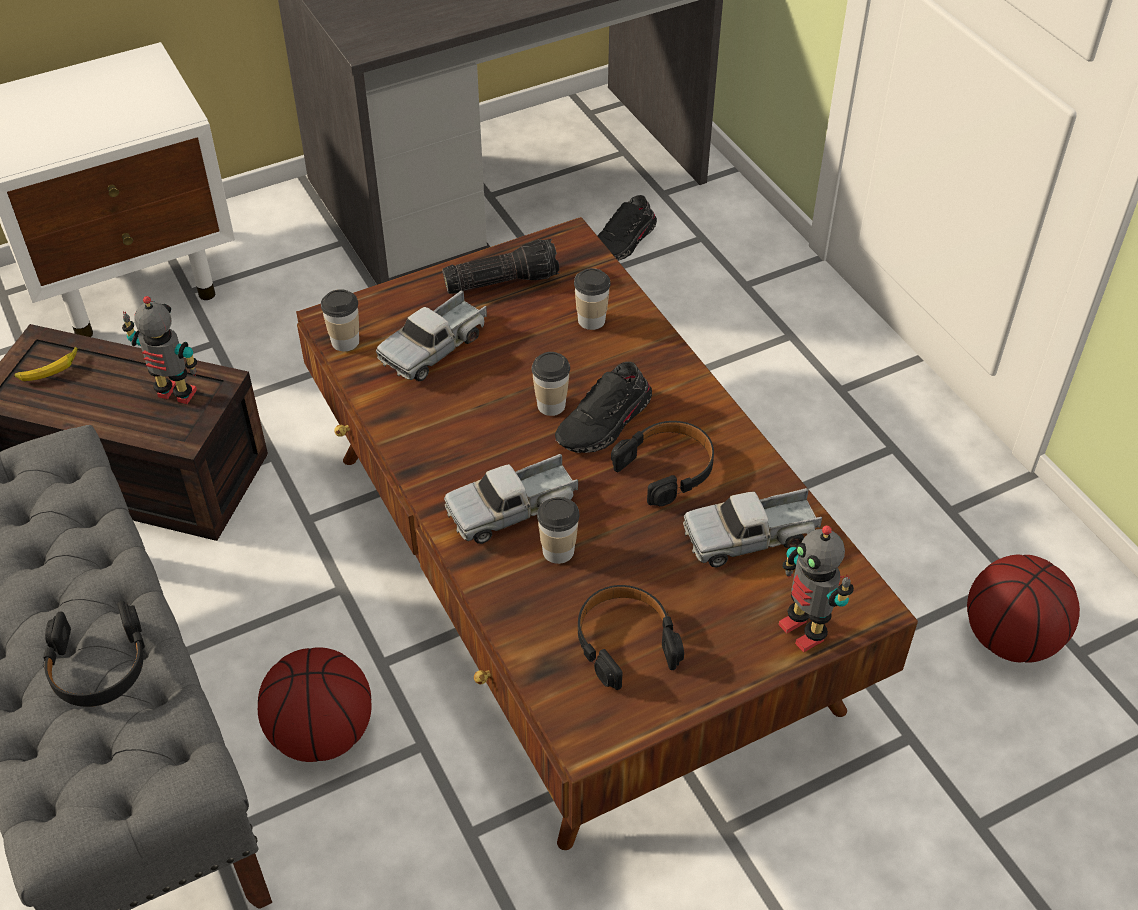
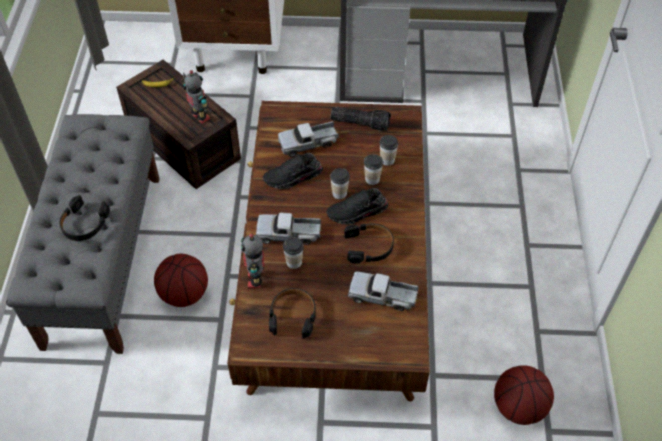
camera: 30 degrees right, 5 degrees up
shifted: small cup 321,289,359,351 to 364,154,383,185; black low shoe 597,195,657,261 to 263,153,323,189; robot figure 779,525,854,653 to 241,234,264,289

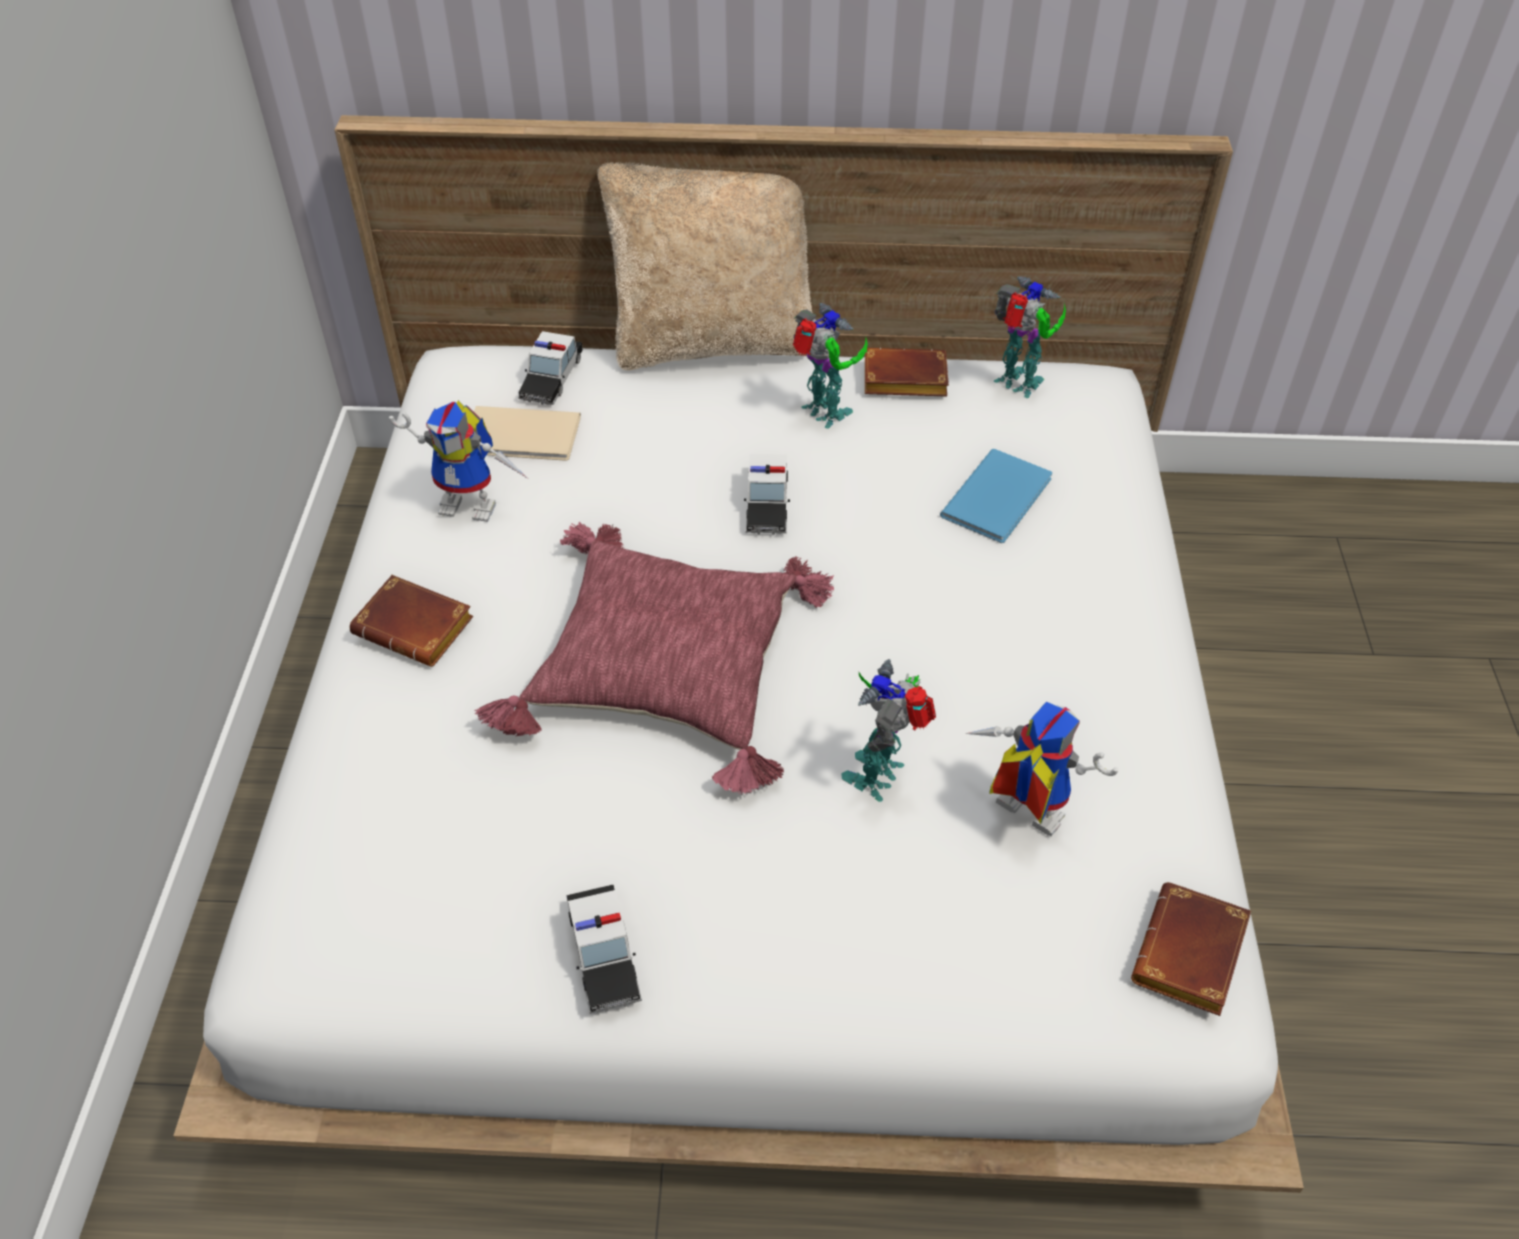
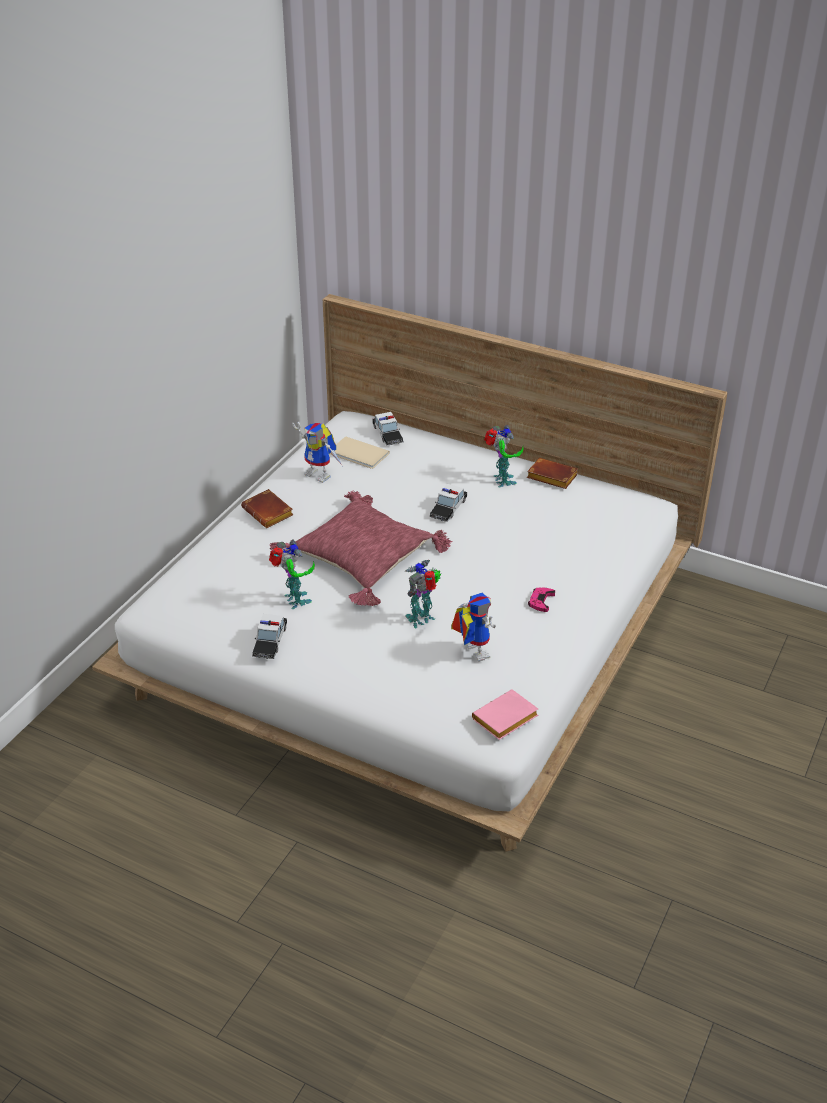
camera: 25 degrees right, 10 degrees down
gone: beige pillow 597,162,812,371; blue-coloured bound book 940,449,1052,543
new: pink-coloured joypad 528,588,555,612
shifted: robot figure 994,276,1066,398 to 269,539,315,609
repainted: brown-coloured bound book 1131,882,1251,1016 to pink-coloured bound book 472,689,538,740
rotated: toy car 518,331,583,405 = 372,412,404,446 60 degrees counterclockwise

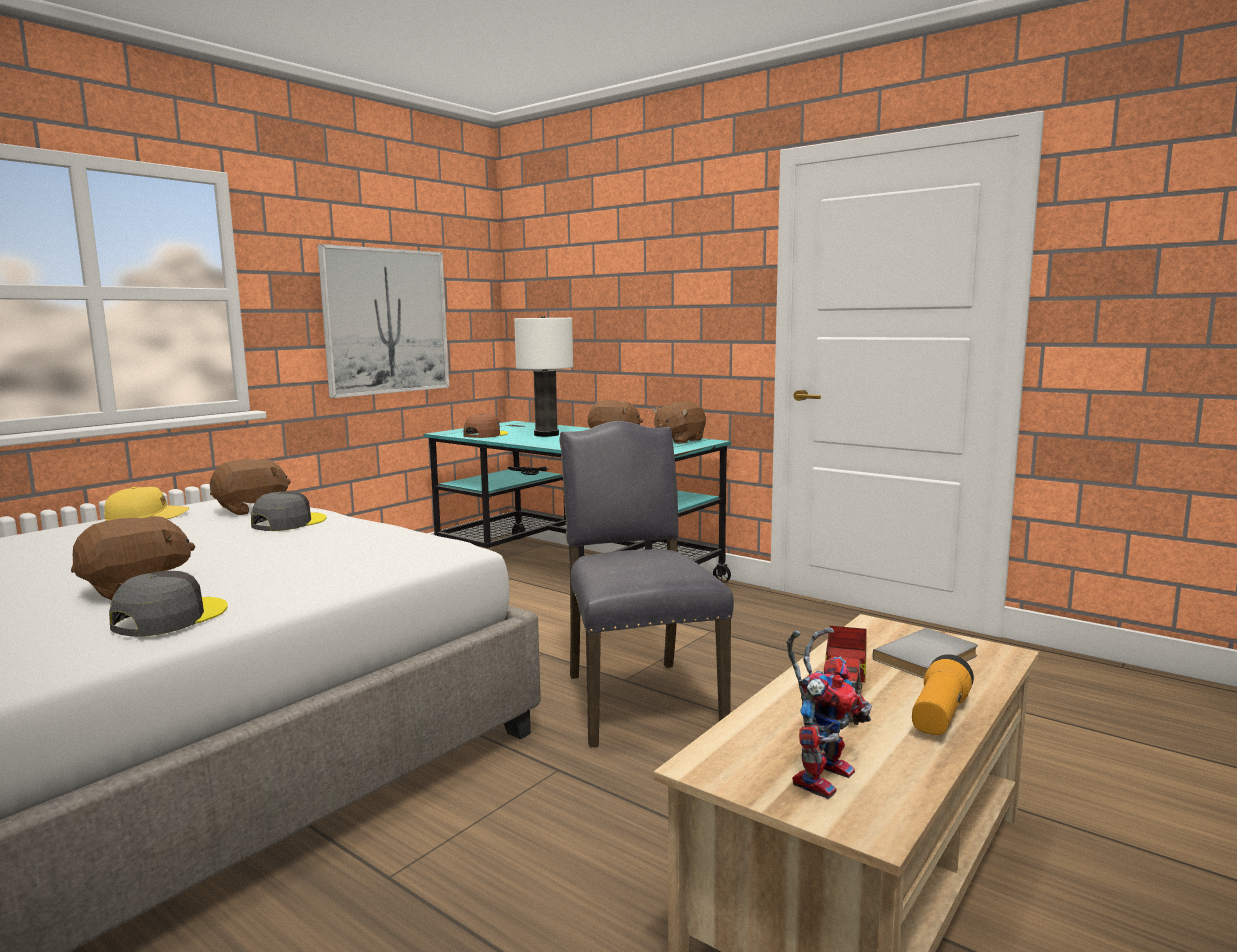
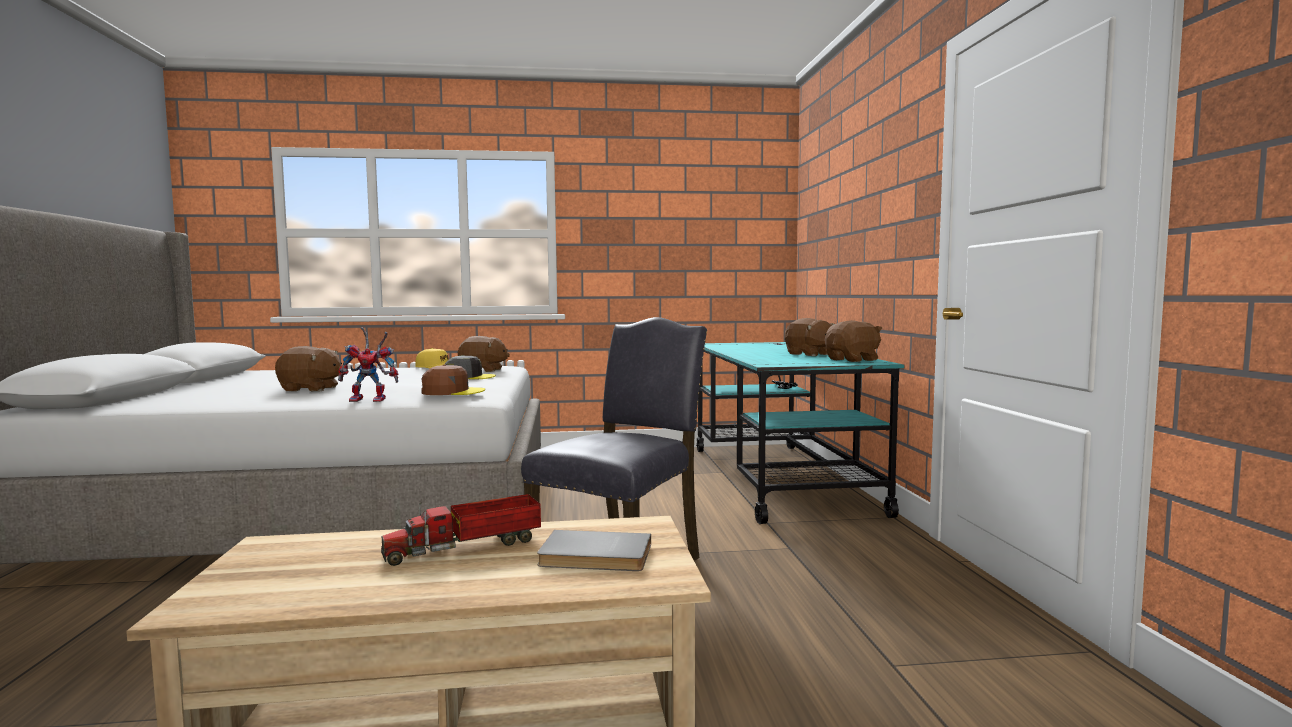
camera: 45 degrees right, 5 degrees down
gone: greyish peaked cap 109,571,228,637; picture 317,244,449,398; whitish lamp for a table 514,316,573,437; flashlight 912,654,974,735
shifted: brown-coloured peaked cap 464,414,508,438 to 421,365,485,395; robot figure 787,628,872,799 to 338,327,398,402
rotated: brown-coloured cuddly toy 653,401,706,444 = 825,320,883,362 150 degrees clockwise

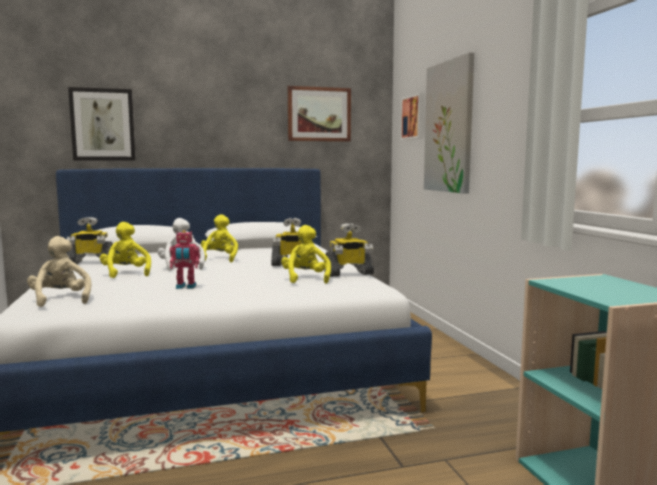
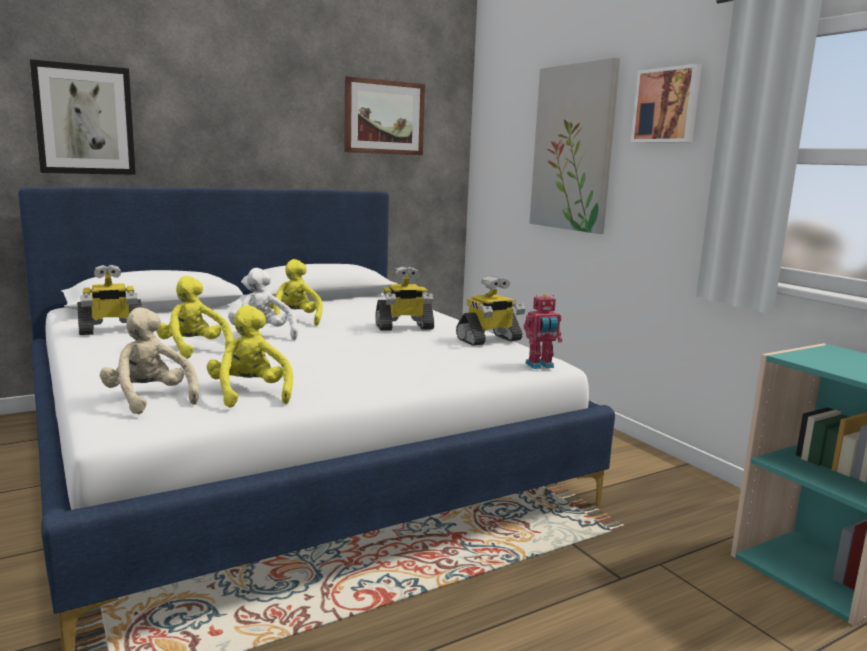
camera: 15 degrees left, 5 degrees up
shifted: robot figure 170,230,200,289 to 524,294,562,369; yellow cuddly toy 281,225,331,284 to 207,305,293,408; picture 400,93,424,140 to 631,64,702,143

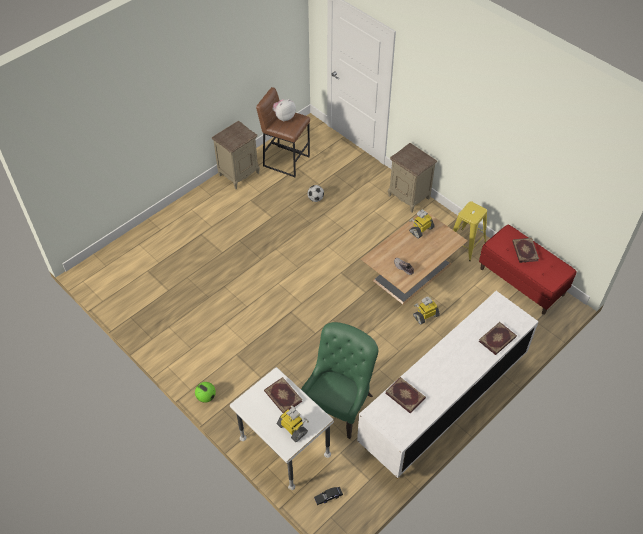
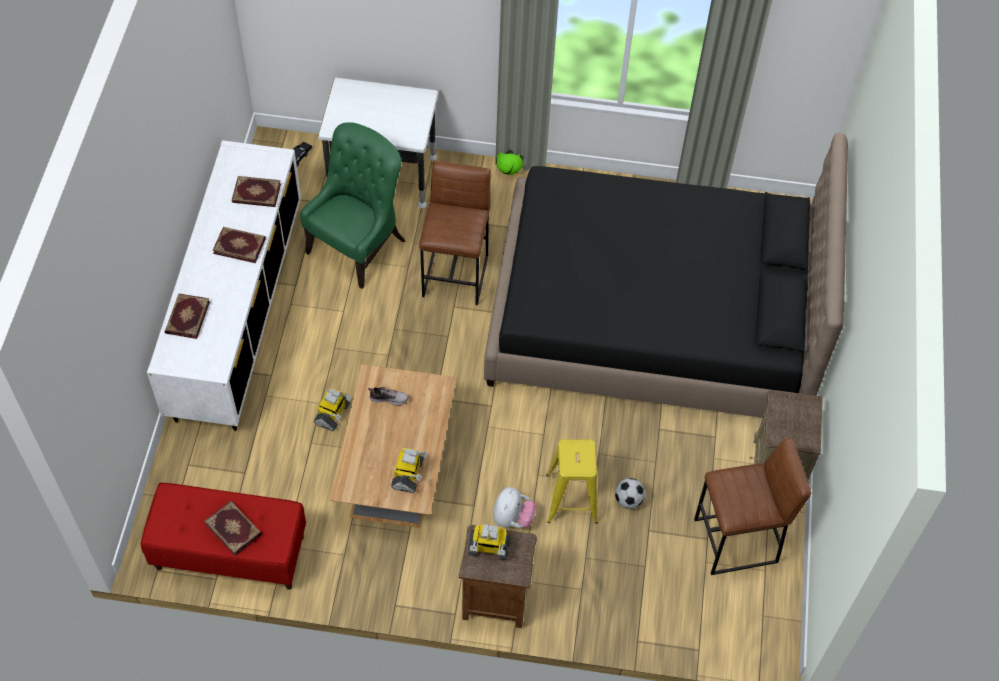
camera: 140 degrees right, 5 degrees up
new: brown-coloured sitting stool 419,161,491,305; black bed 484,133,848,418
shifted: bound book 264,377,302,413 to 212,227,266,263; cuddly toy 273,99,296,121 to 493,487,536,528; robot figure 277,406,309,442 to 468,524,511,560; yellow sitting stool 453,201,487,261 to 546,439,598,524
rotated: green-coloured upright chair 301,322,378,439 = 300,122,406,289 135 degrees counterclockwise

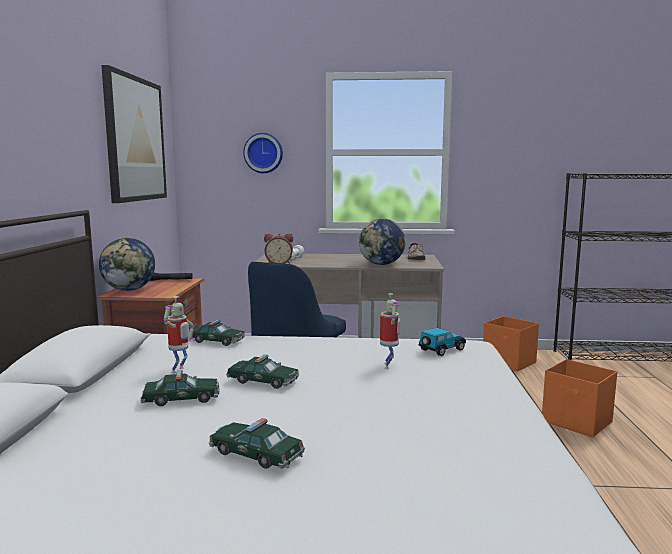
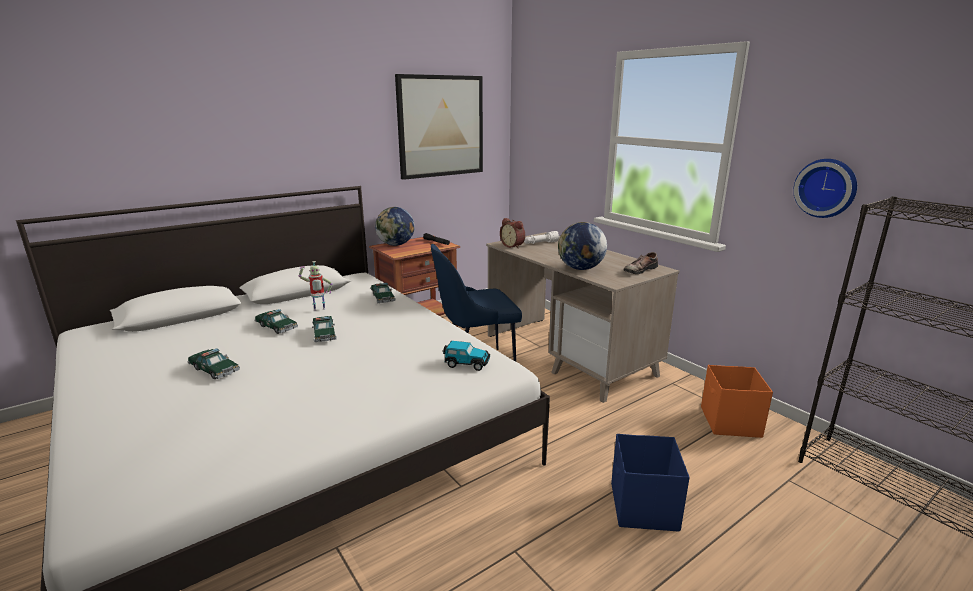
camera: 50 degrees right, 10 degrees up
gone: robot figure 380,293,401,369
shifted: clock on the wall 243,133,283,173 to 793,159,857,218
repainted: orange-coloured storage container 542,359,617,438 to blue-coloured storage container 611,434,690,532
rotated: toy car 209,418,305,469 = 187,348,240,379 135 degrees clockwise

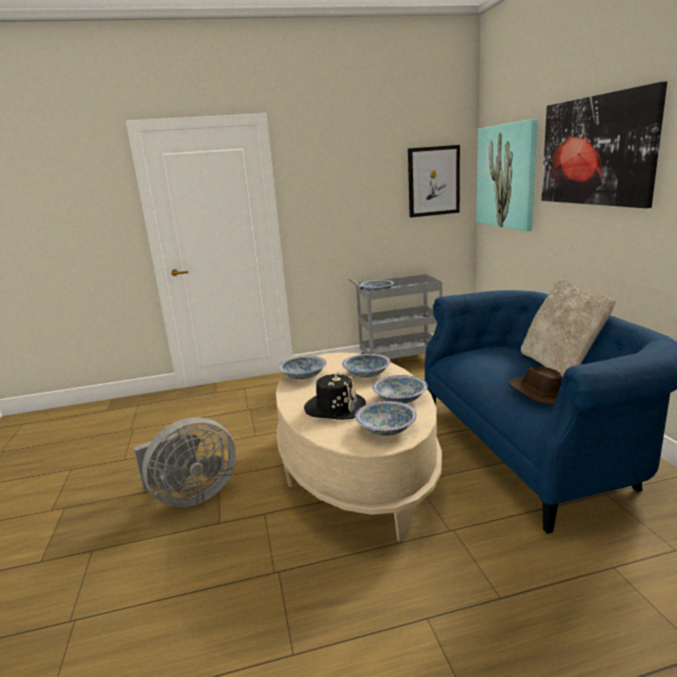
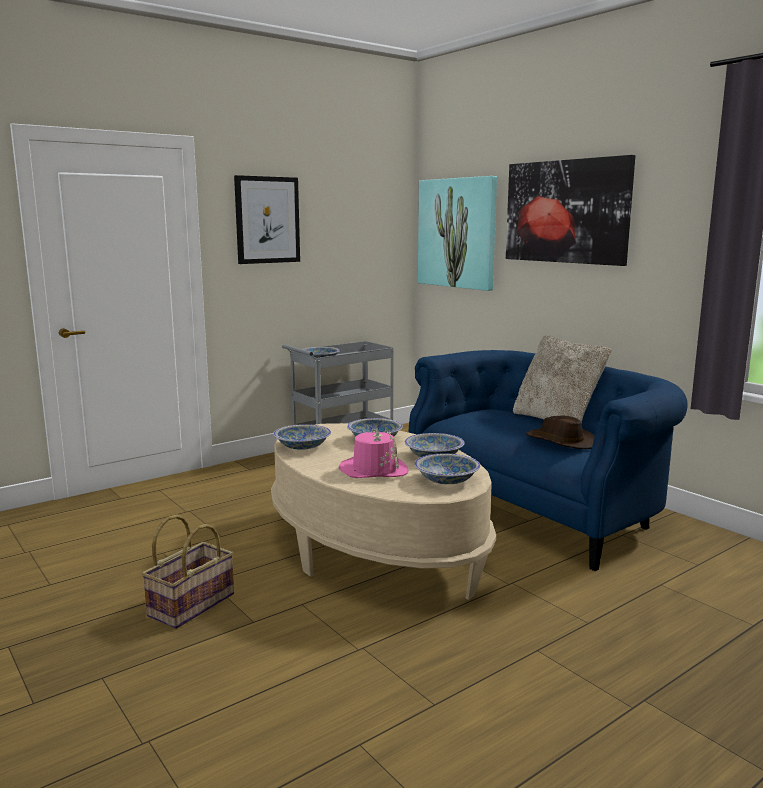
camera: 25 degrees left, 5 degrees down
shifted: picture 408,145,460,217 to 234,175,300,264
swapped: greyish electric fan 133,417,236,507 to household basket 142,514,234,629
repainted: black hat 304,372,366,420 to pink-coloured hat 339,429,408,478

